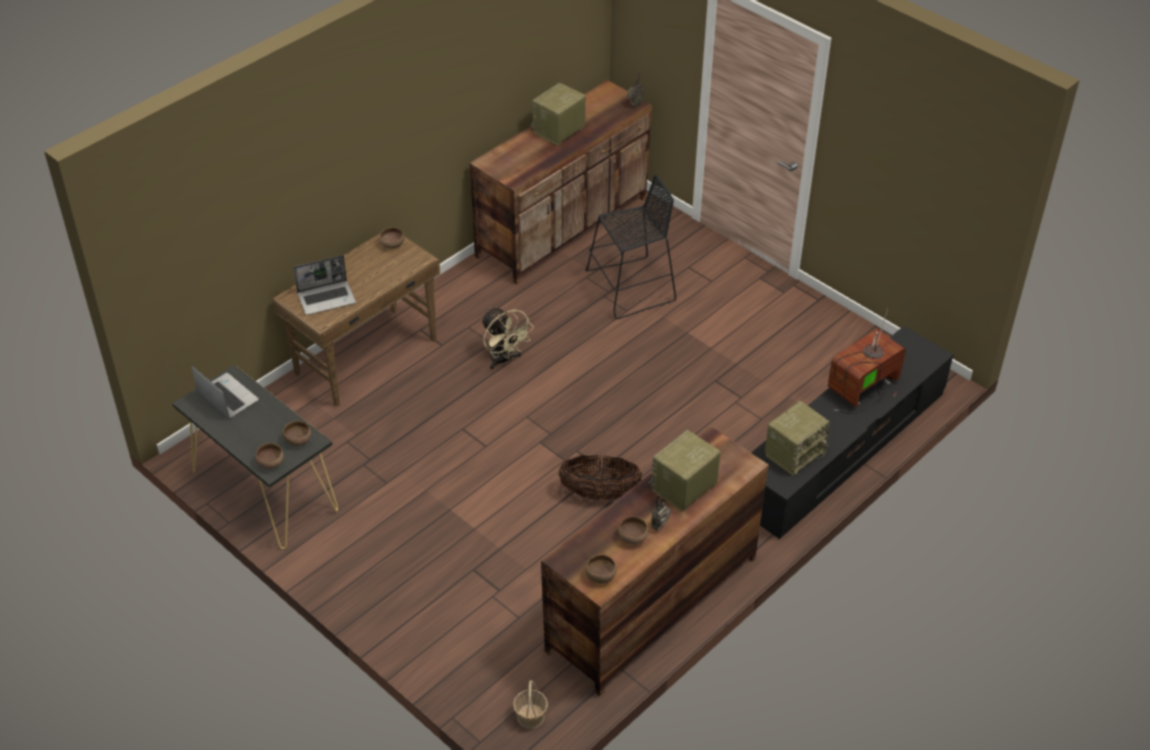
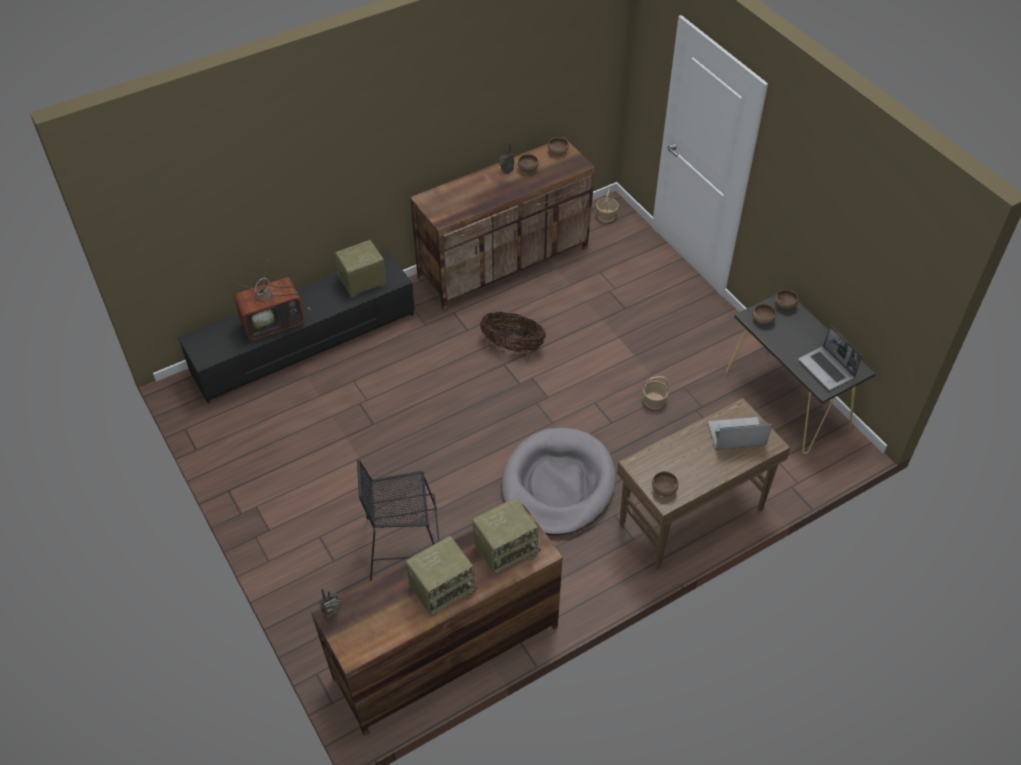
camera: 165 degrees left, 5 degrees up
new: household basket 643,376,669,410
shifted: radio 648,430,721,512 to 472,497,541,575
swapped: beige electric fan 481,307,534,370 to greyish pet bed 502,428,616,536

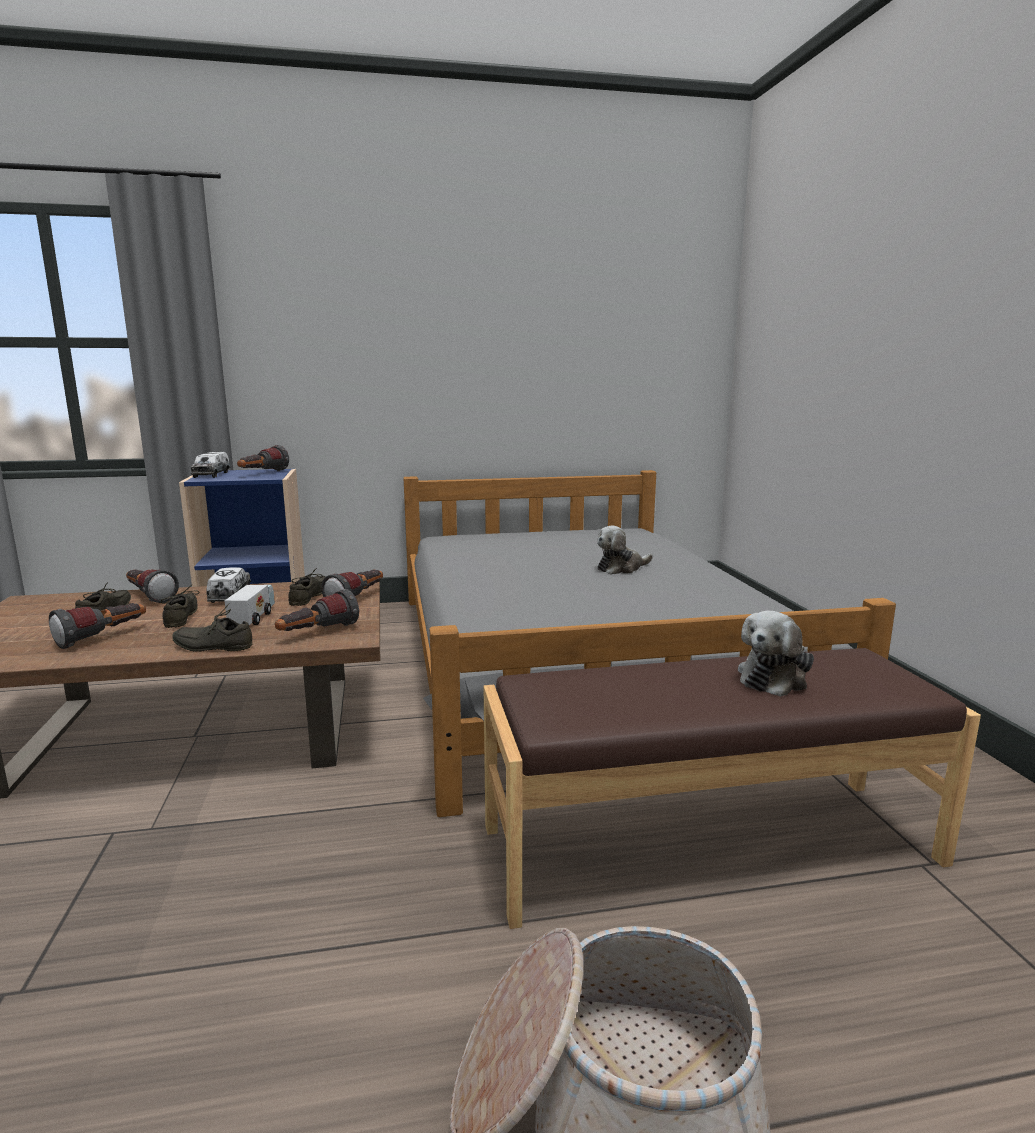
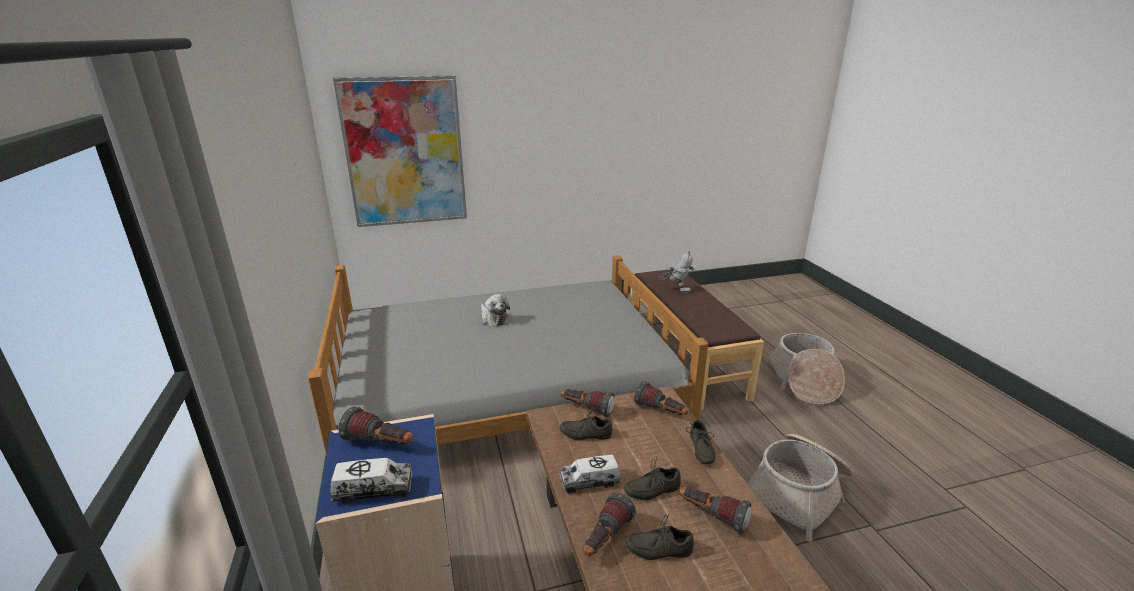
camera: 95 degrees left, 10 degrees up
gone: model truck 225,585,275,625
new: picture 333,76,467,227; household basket 748,434,854,542
swapped: cuddly toy 738,611,814,697 to robot figure 659,251,696,293

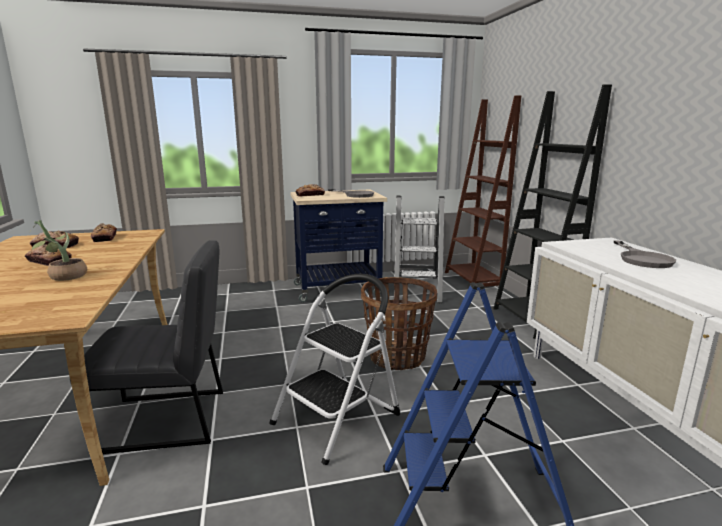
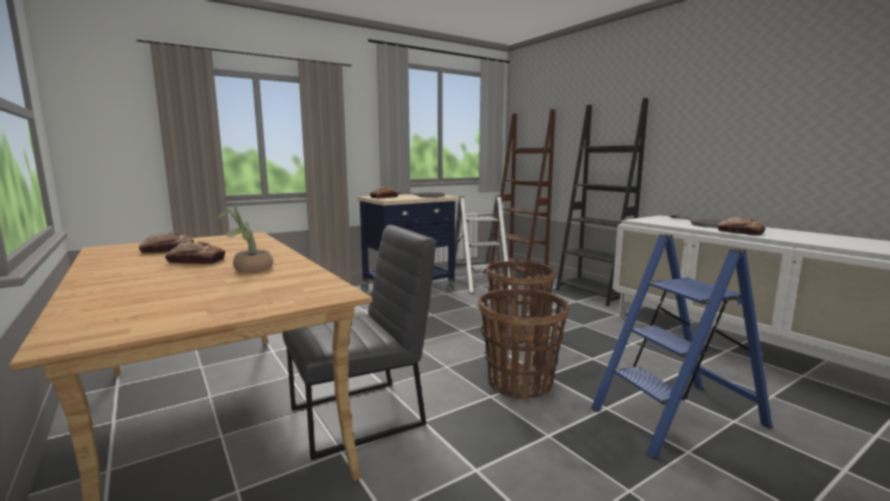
camera: 20 degrees left, 5 degrees down
shifted: bakery bread 91,223,117,242 to 717,217,765,235
swapped: stepladder 269,274,400,465 to household basket 478,289,569,400

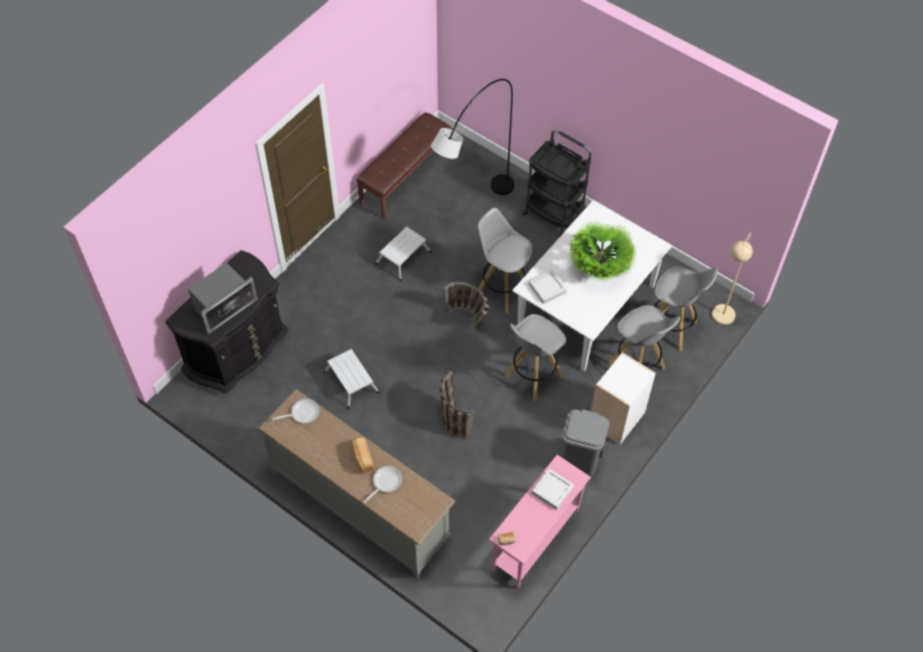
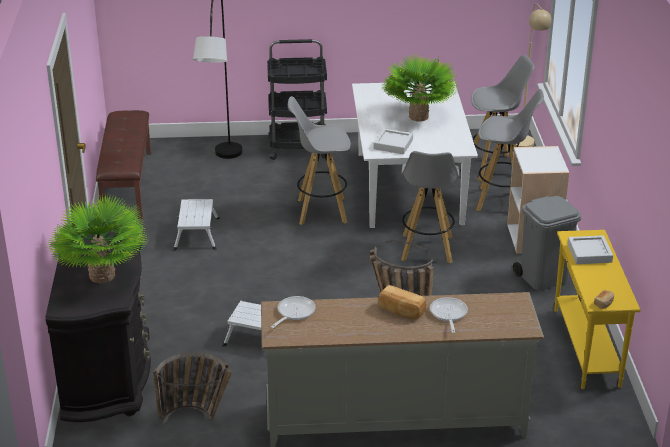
camera: 40 degrees left, 25 degrees down
shifted: household basket 442,282,489,329 to 153,352,232,424
swapped: microwave 188,263,258,334 to houseplant 48,194,147,283
repainted: pink-coloured console table 489,455,591,588 to yellow console table 554,230,641,390

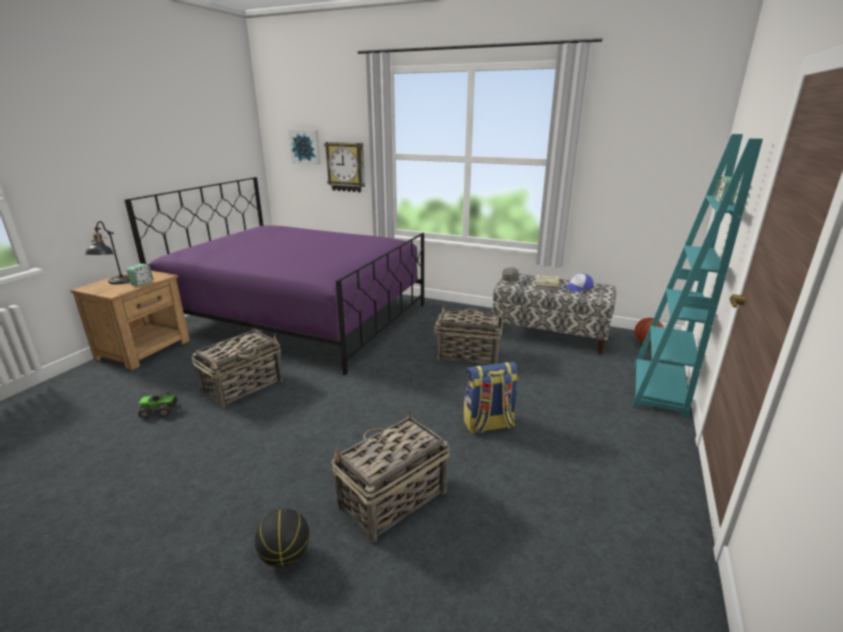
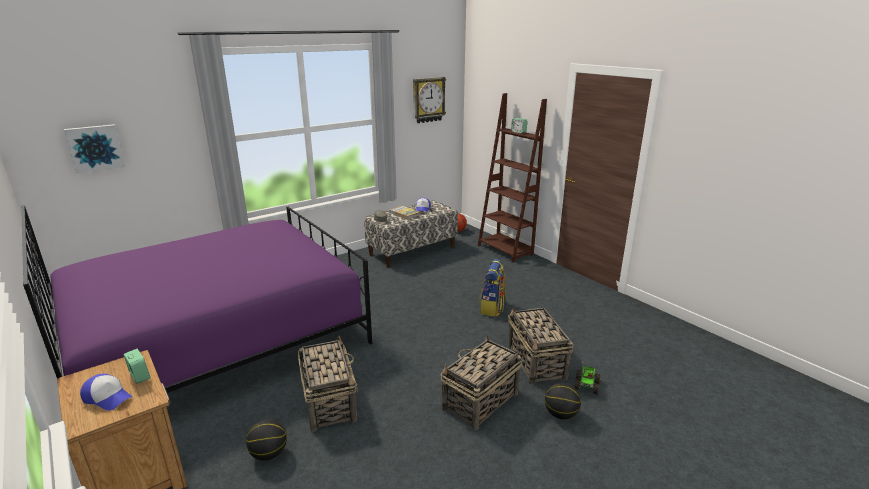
camera: 60 degrees left, 0 degrees up
new: basketball 246,419,287,460
shifted: model truck 138,387,177,419 to 574,362,600,394; clock on the wall 324,142,365,192 to 413,77,446,123; household basket 434,304,503,364 to 441,335,522,430
swapped: greyish lamp for a table 85,221,130,285 to peaked cap 80,374,132,411
repainted: blue-green shelving unit 632,134,763,418 to brown-coloured shelving unit 478,93,547,263

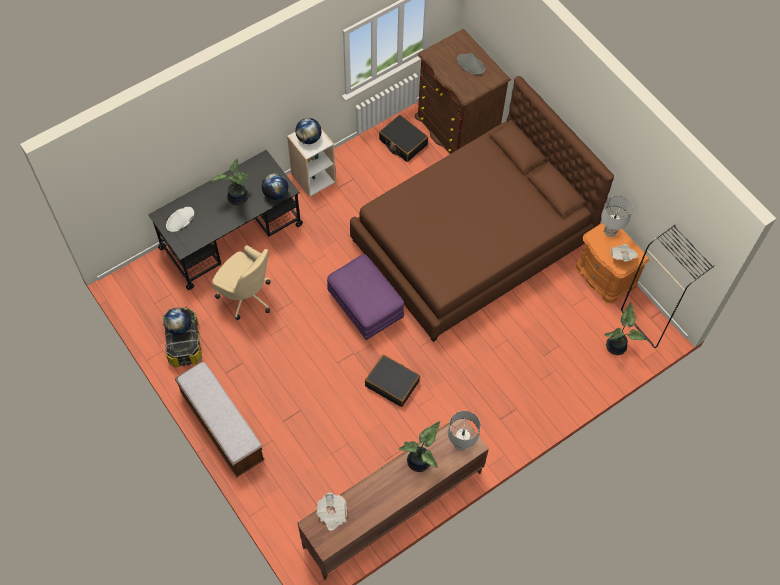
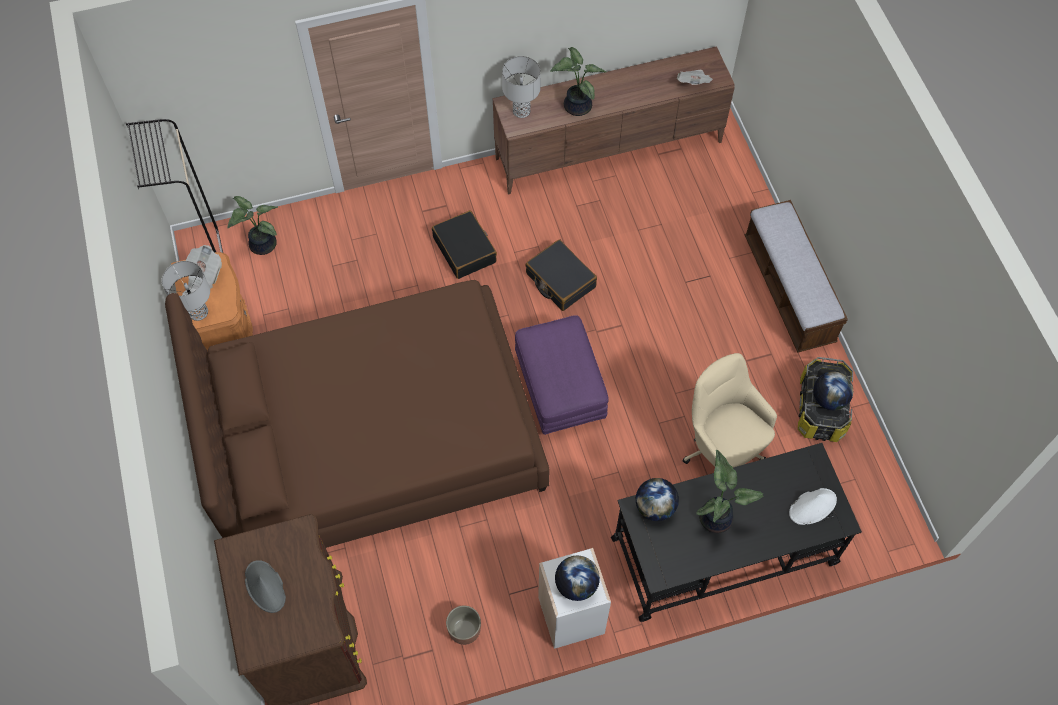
camera: 160 degrees left, 0 degrees up
new: plant pot 446,606,481,645
shifted: black piece of luggage 379,115,428,162 to 432,210,497,279

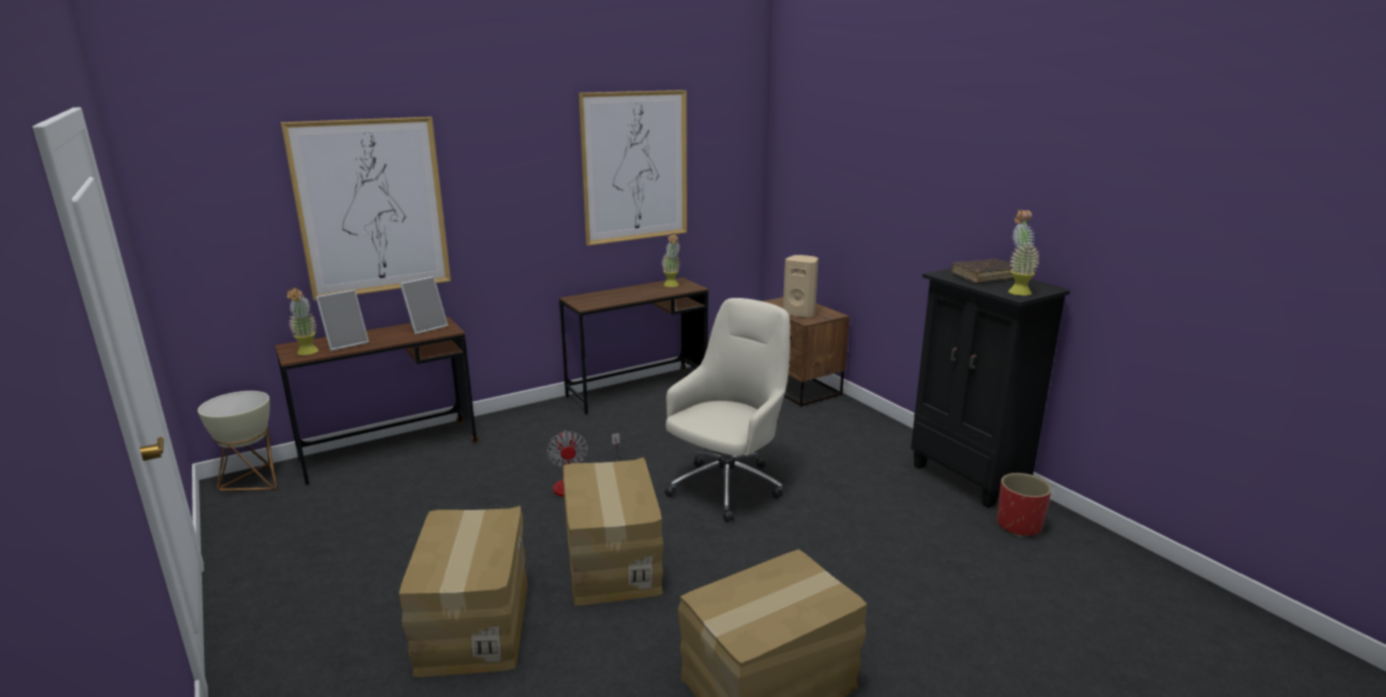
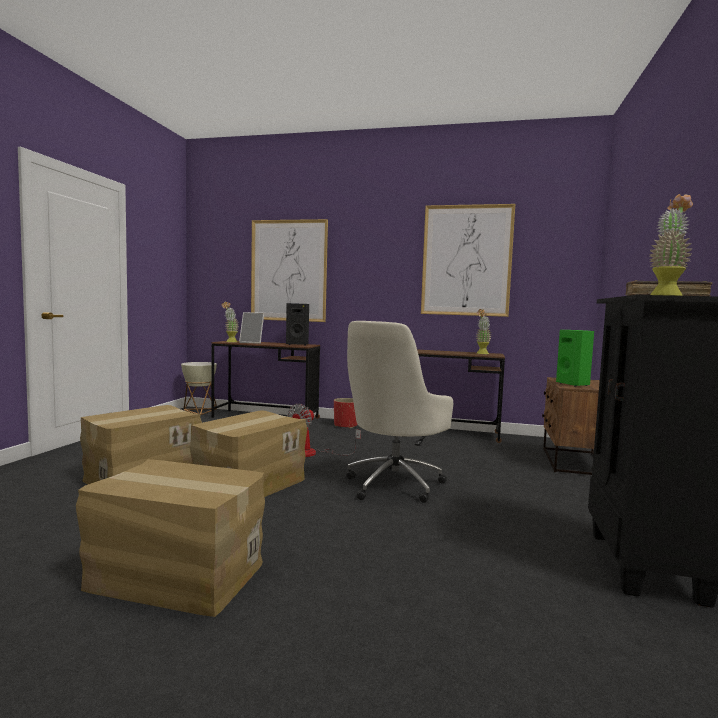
camera: 45 degrees right, 15 degrees down
shifted: reddish plant pot 997,473,1052,537 to 334,398,357,428
swapped: standing frame 400,276,448,334 to black audio speaker 286,303,309,345
repainted: beige audio speaker 783,255,819,318 to green-coloured audio speaker 556,330,594,387
rotated: beige office chair 665,298,790,522 = 346,321,453,503 135 degrees clockwise

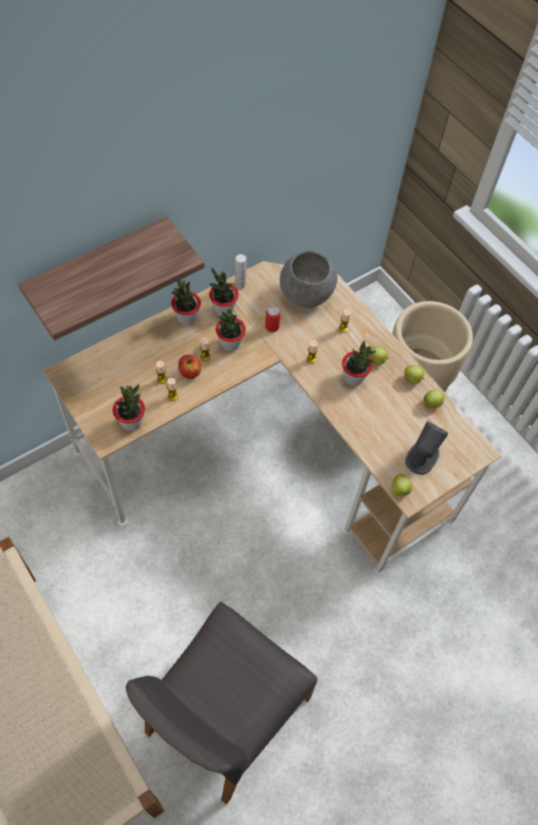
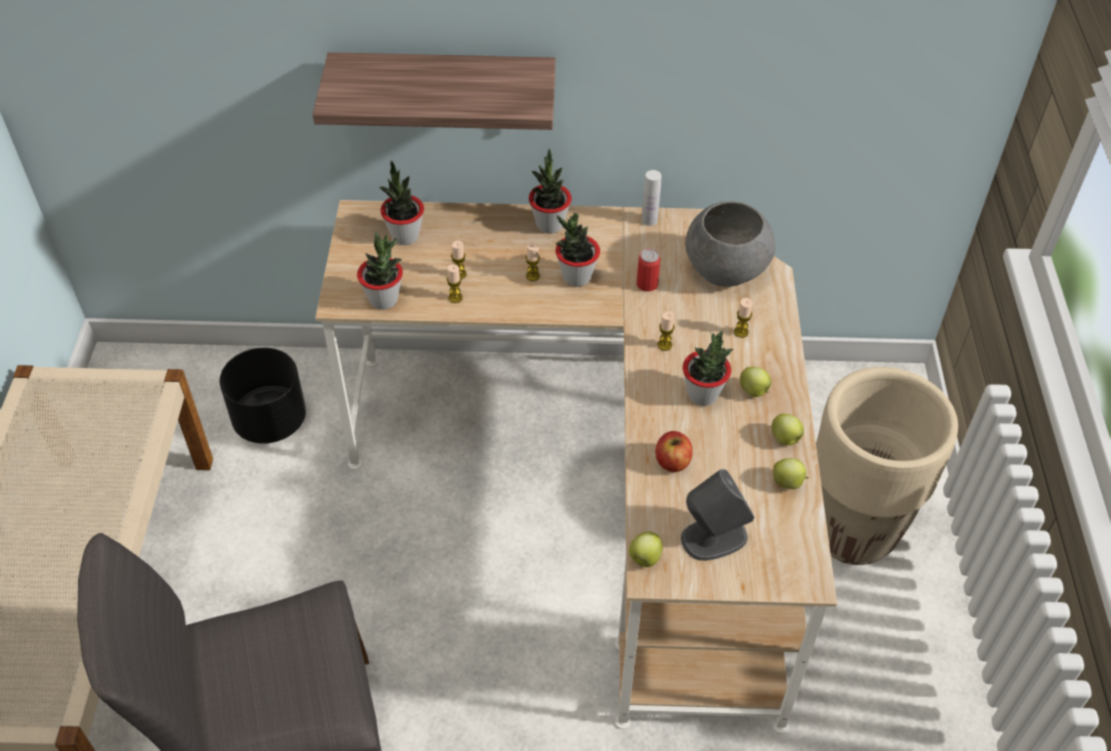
camera: 40 degrees right, 10 degrees down
new: black plant pot 220,348,306,444
shifted: apple 178,355,201,379 to 655,431,693,472; houseplant 209,268,239,316 to 379,160,424,245

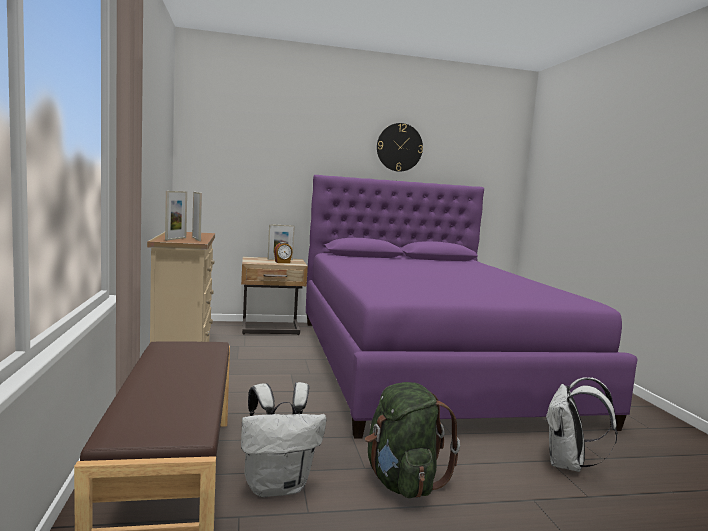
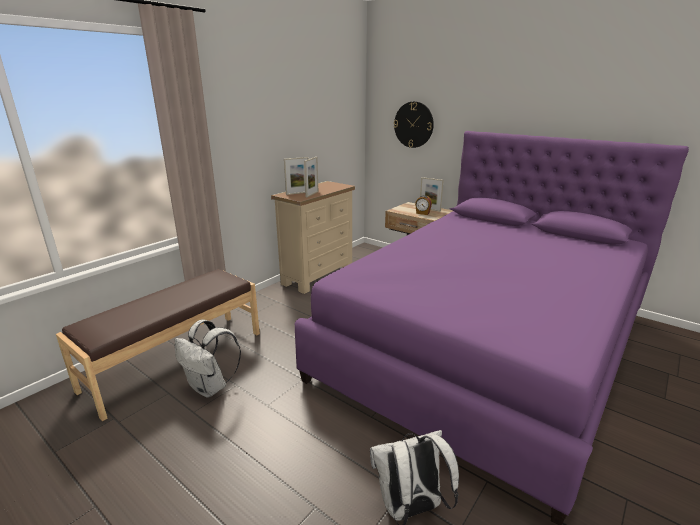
camera: 50 degrees right, 15 degrees up
gone: green-coloured backpack 365,382,460,498
shifted: clock on the wall 377,123,423,172 to 394,101,434,148

